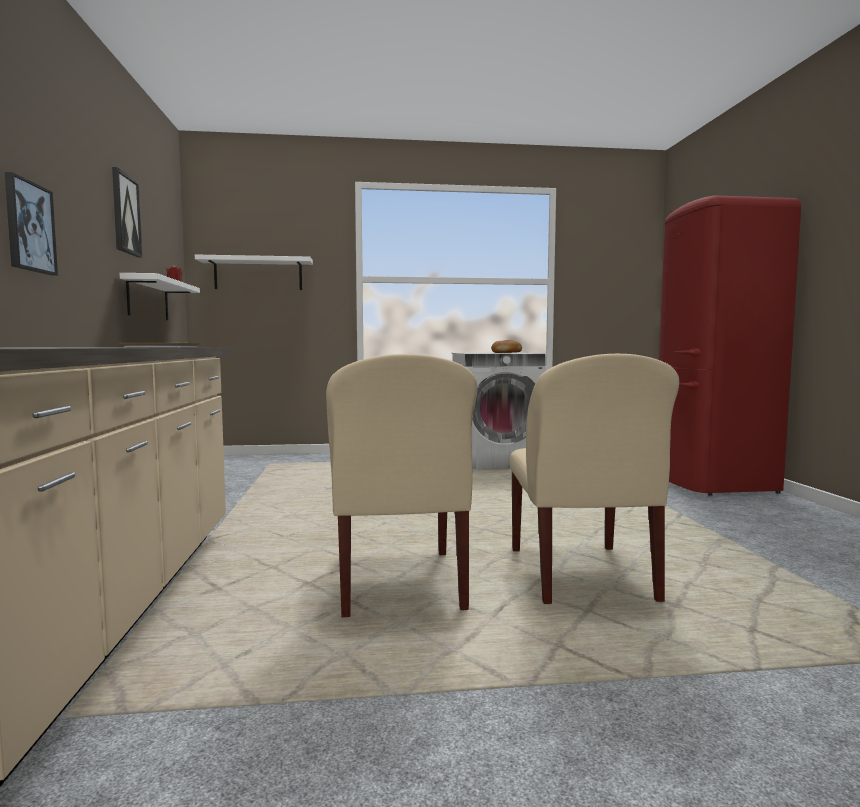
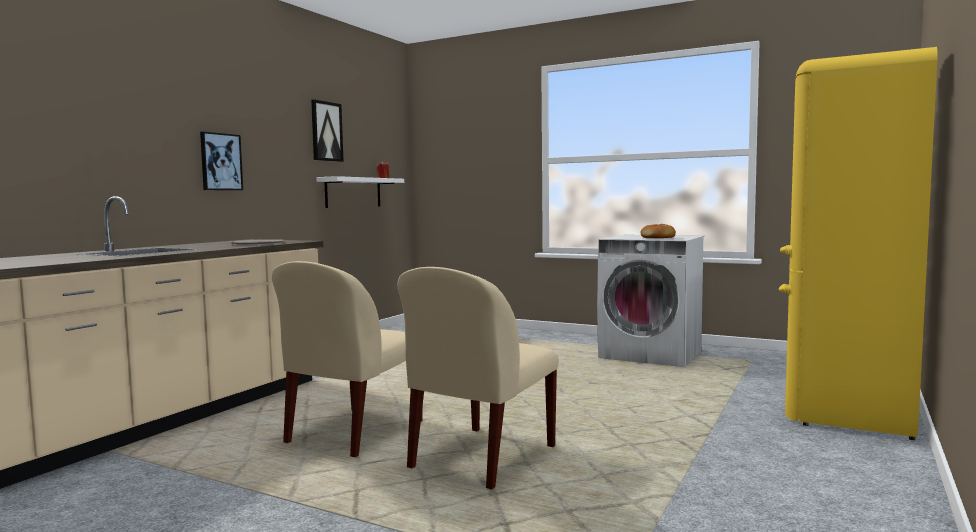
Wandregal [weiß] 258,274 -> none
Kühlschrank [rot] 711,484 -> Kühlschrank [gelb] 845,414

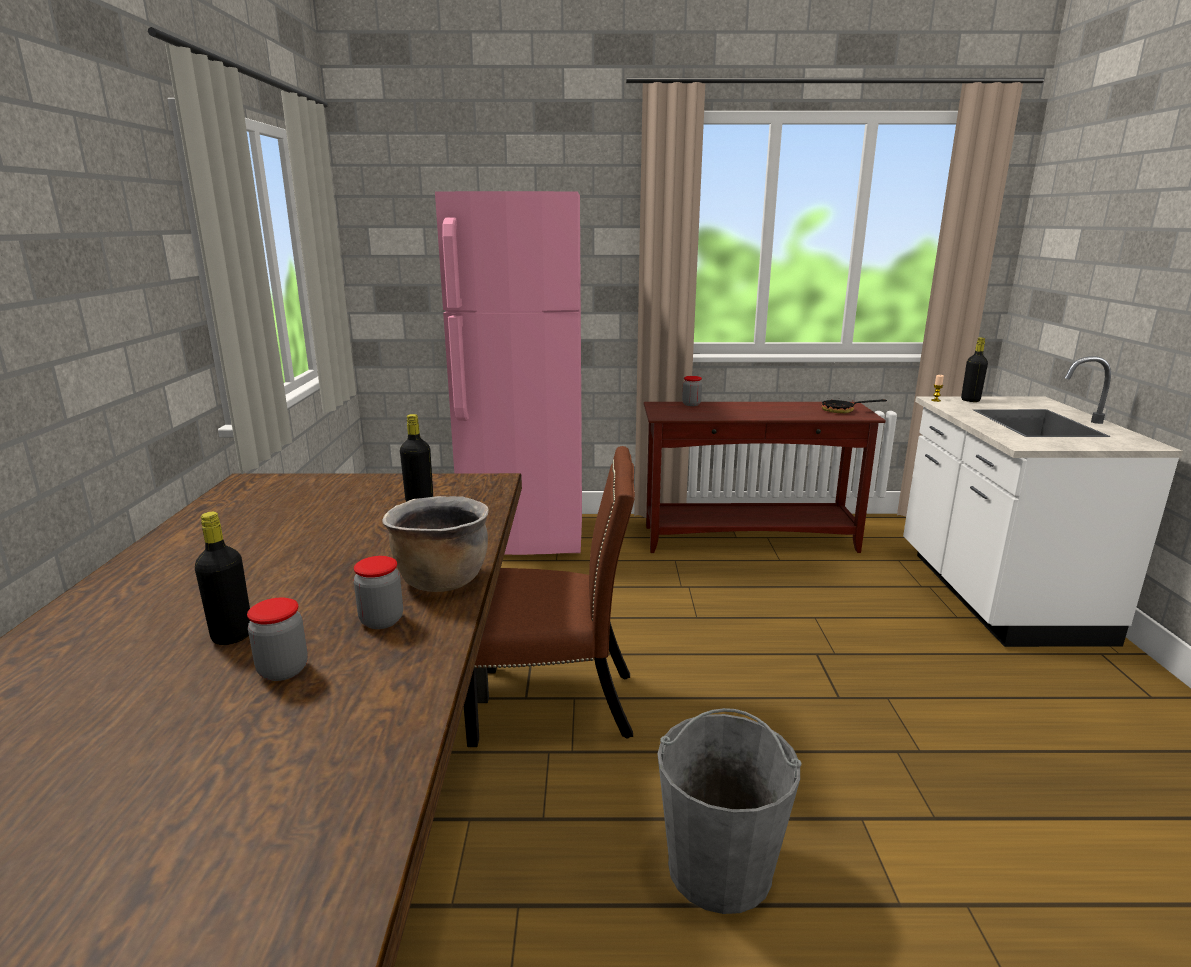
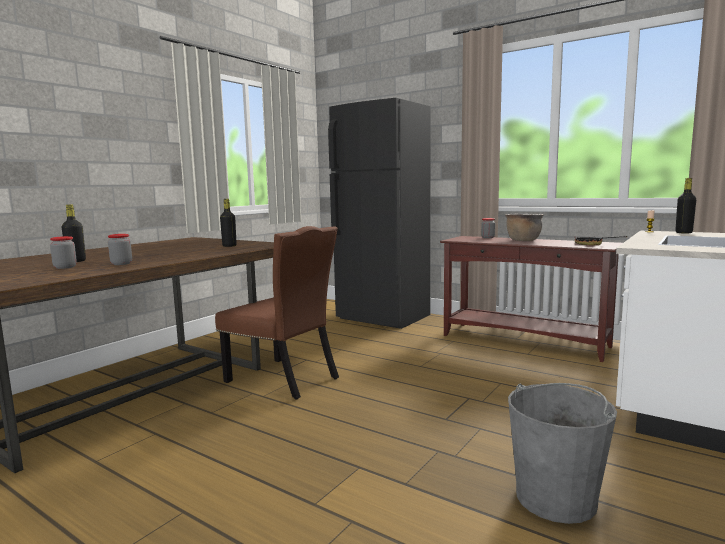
Kochtopf [braun] 441,580 -> Kochtopf [braun] 523,240, shifted
Kühlschrank [rosa] 524,536 -> Kühlschrank [schwarz] 383,317
Eimer [grau] 720,867 -> Eimer [grau] 556,497, shifted

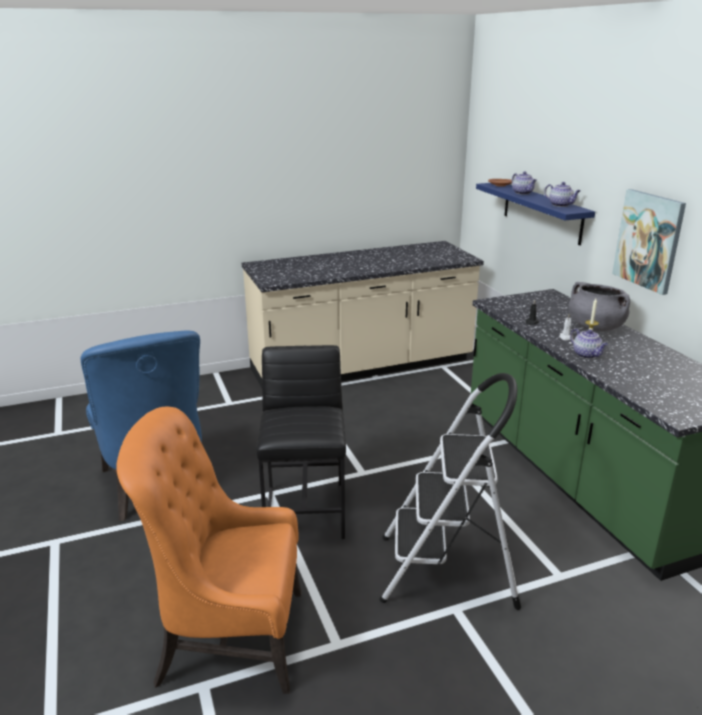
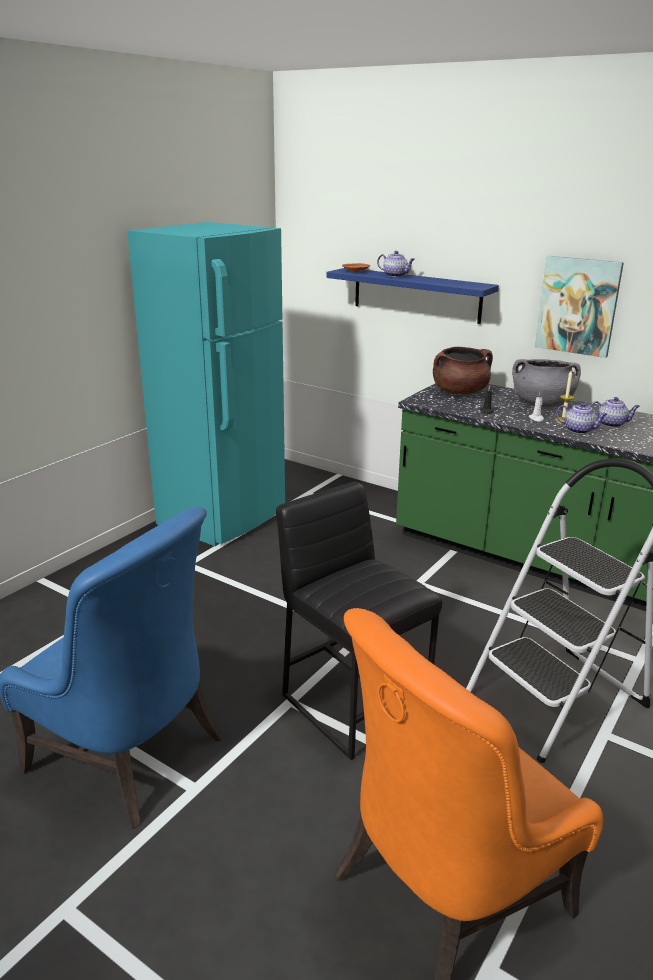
Küchenzeile [beige] 362,366 -> Kühlschrank [türkis] 222,517
Teekanne 561,205 -> Teekanne 611,424, shifted
none -> Kochtopf [braun] 460,392

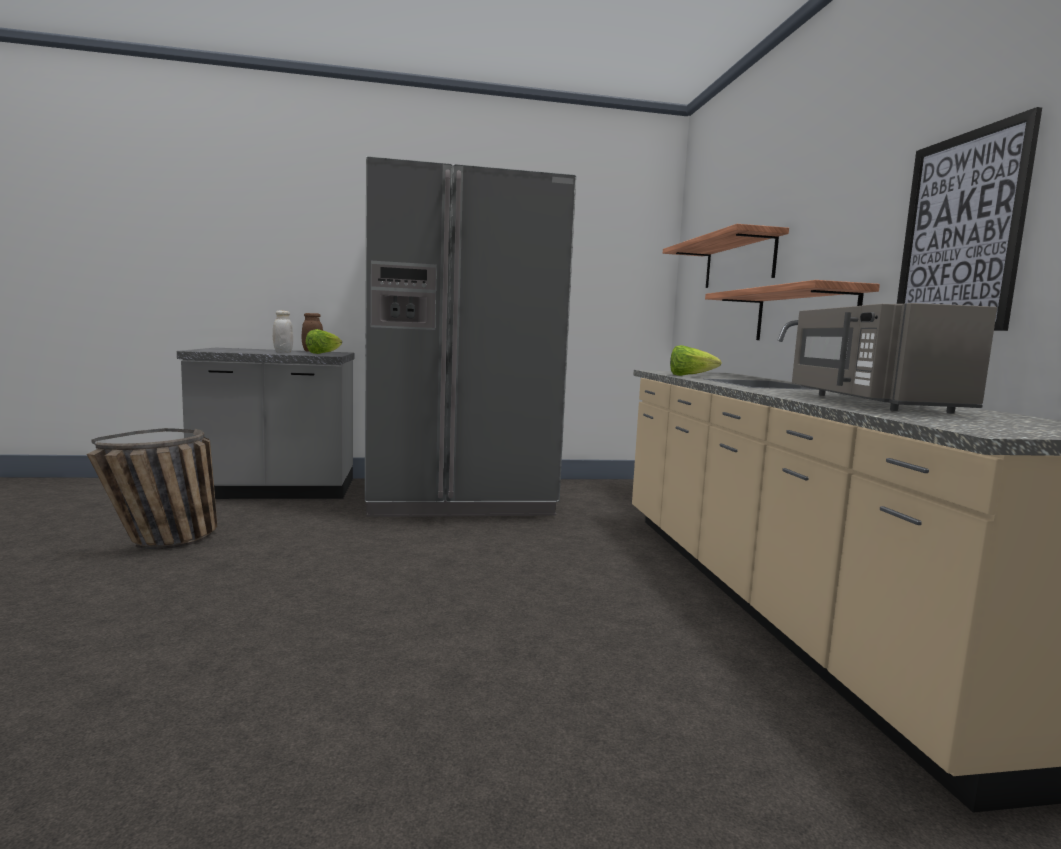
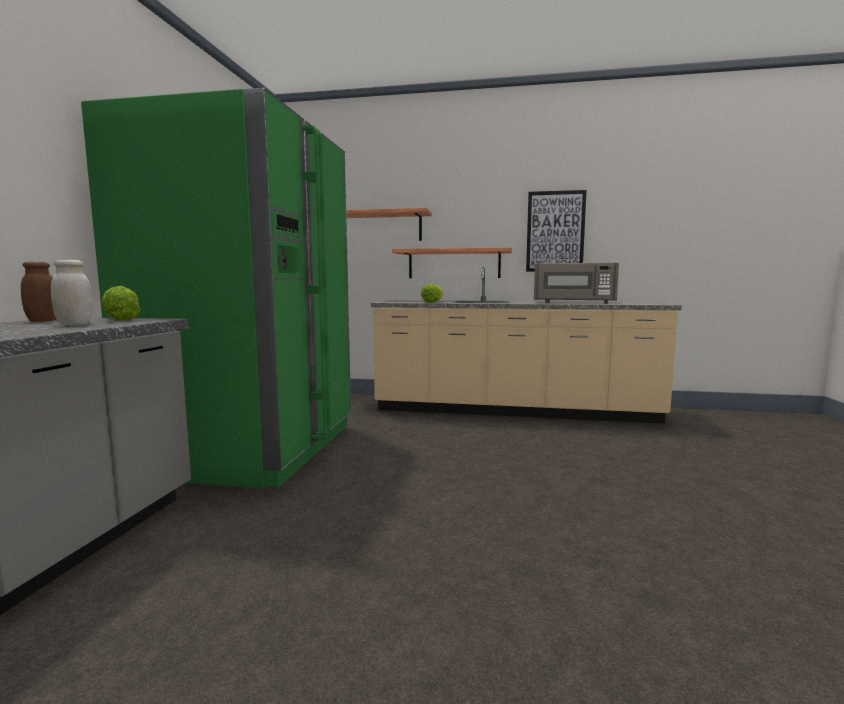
Korb 164,543 -> none
Kühlschrank [grau] 459,498 -> Kühlschrank [grün] 251,449

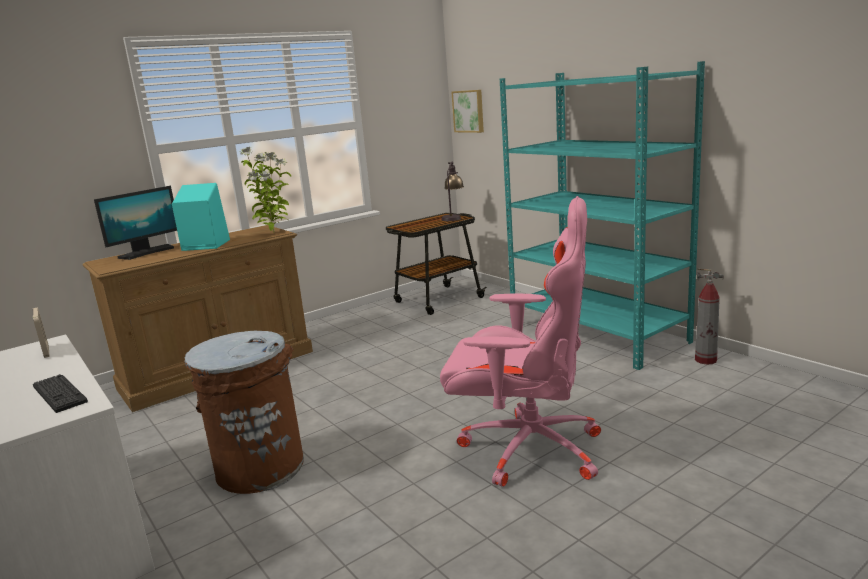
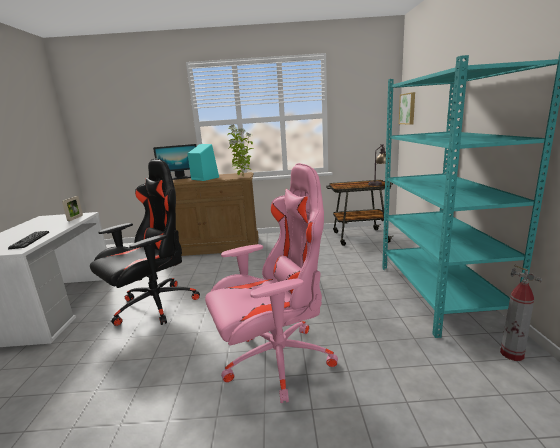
Mülleimer [braun] 260,467 -> Bürostuhl [schwarz] 151,308
Bürostuhl [rosa] 521,449 -> Bürostuhl [rosa] 271,363, 75 degrees counterclockwise

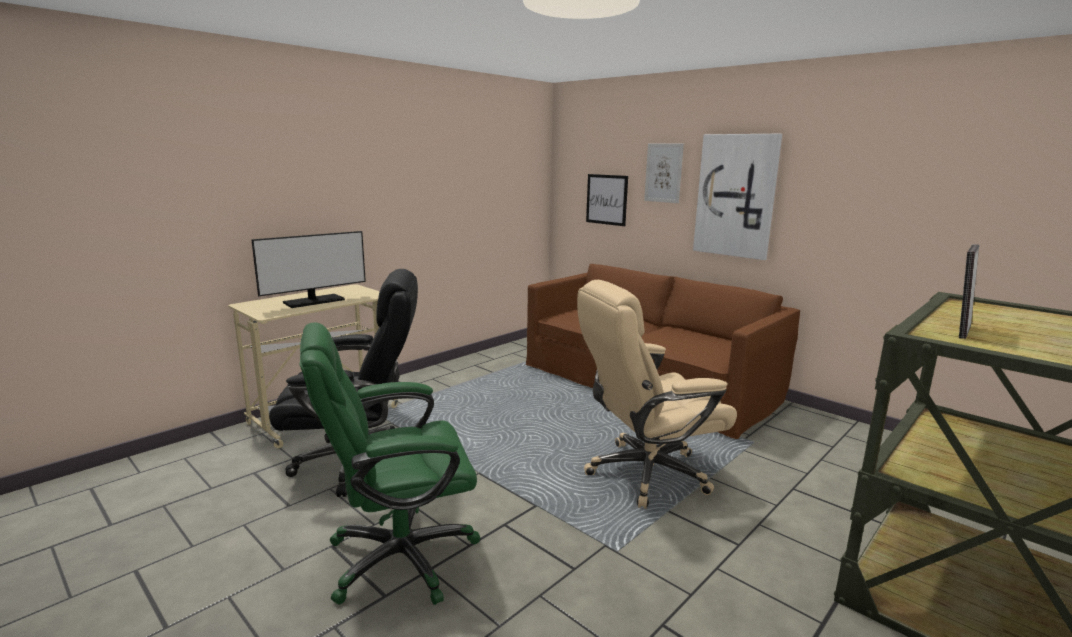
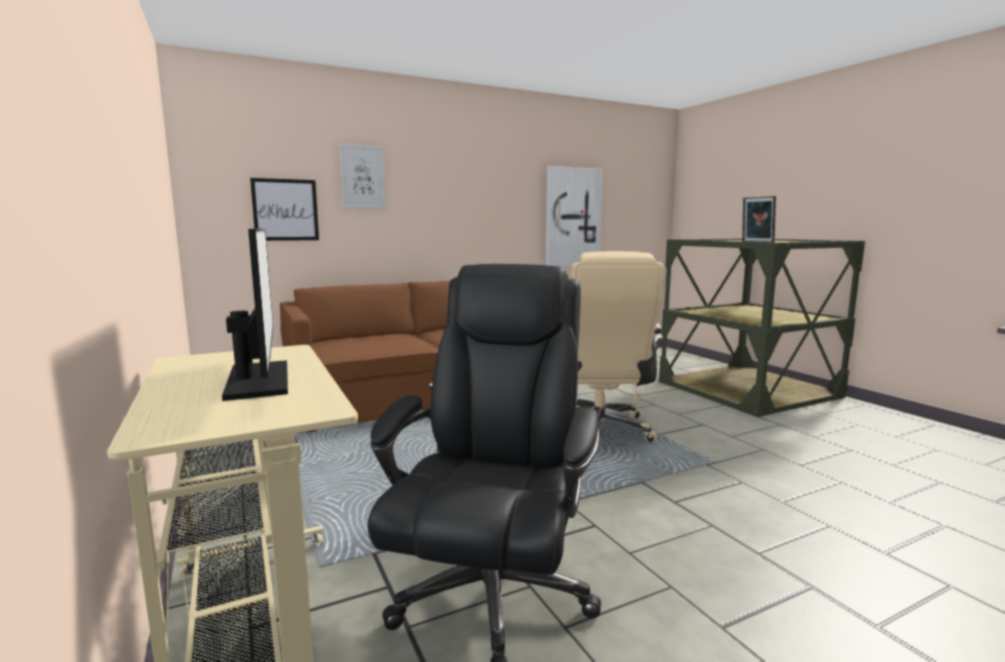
Bürostuhl [grün] 401,557 -> none
Bild 736,196 -> Bild 572,217, shifted

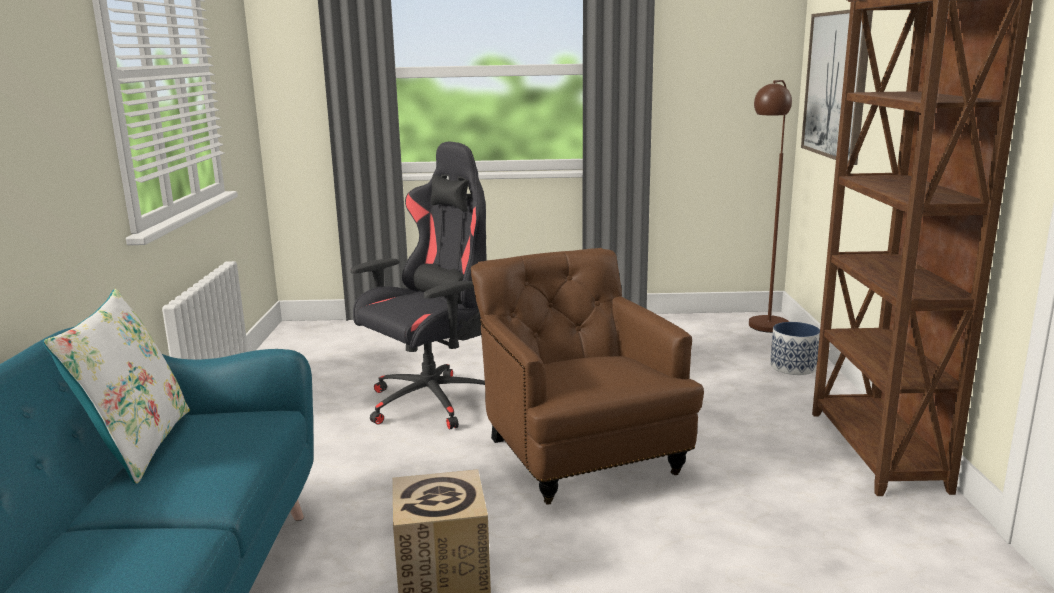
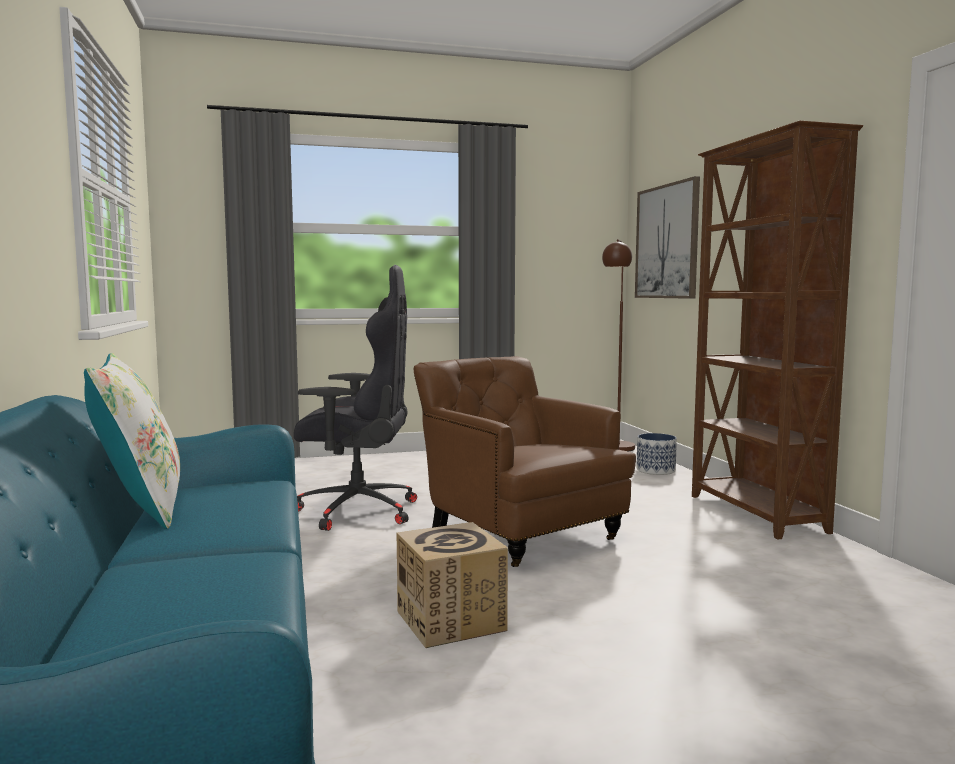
Bürostuhl [schwarz] 429,403 -> Bürostuhl [schwarz] 356,511, 60 degrees clockwise

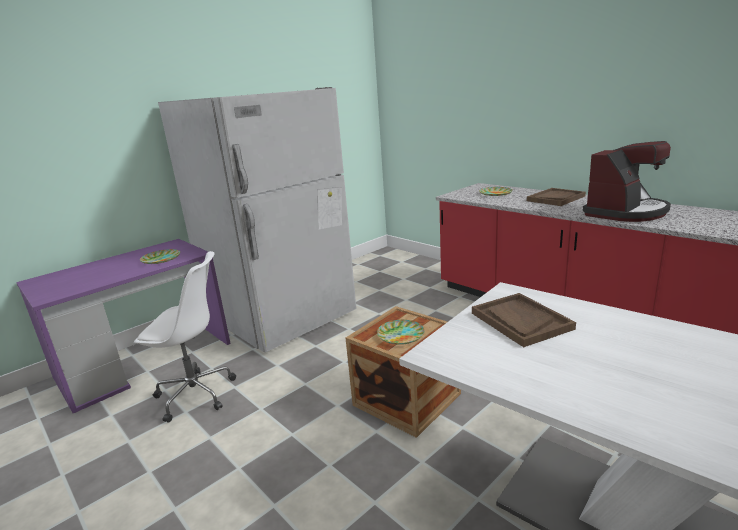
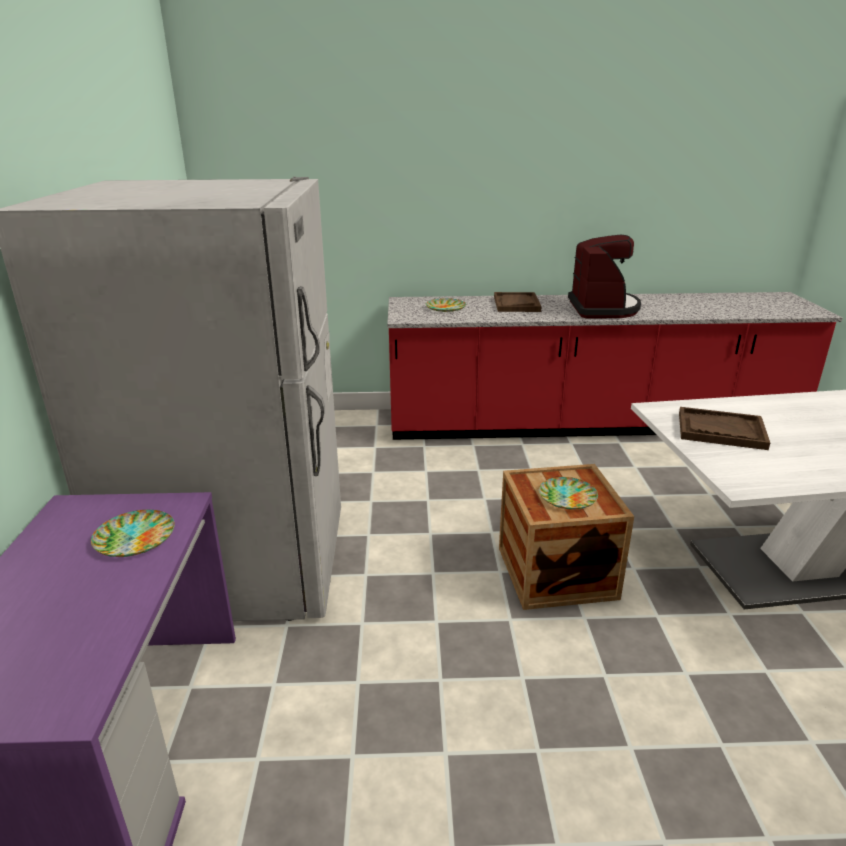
Bürostuhl [weiß] 197,394 -> none

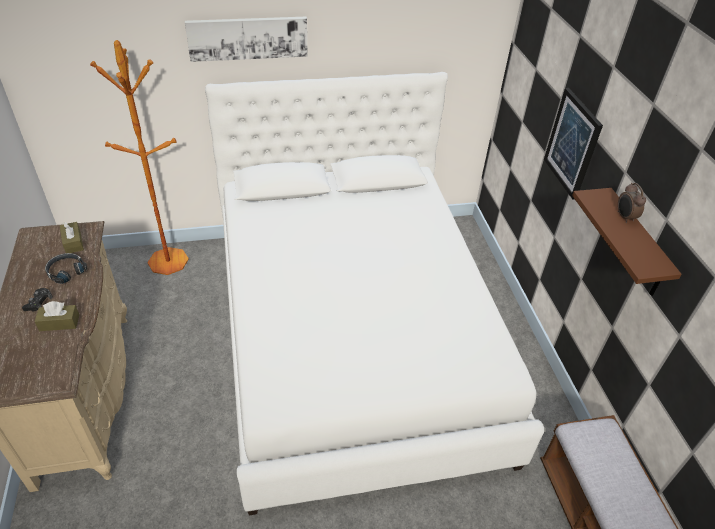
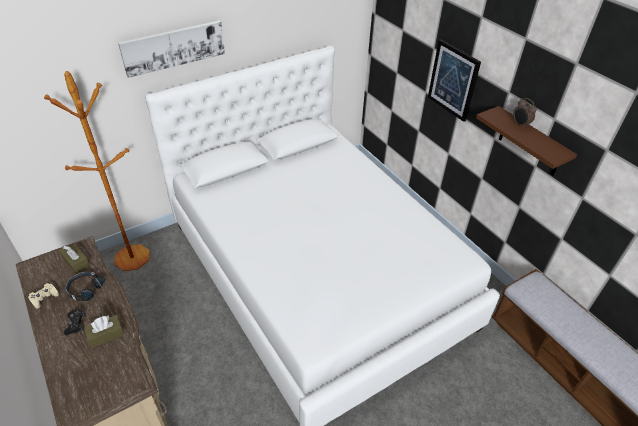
none -> Gamepad [beige] 44,297

